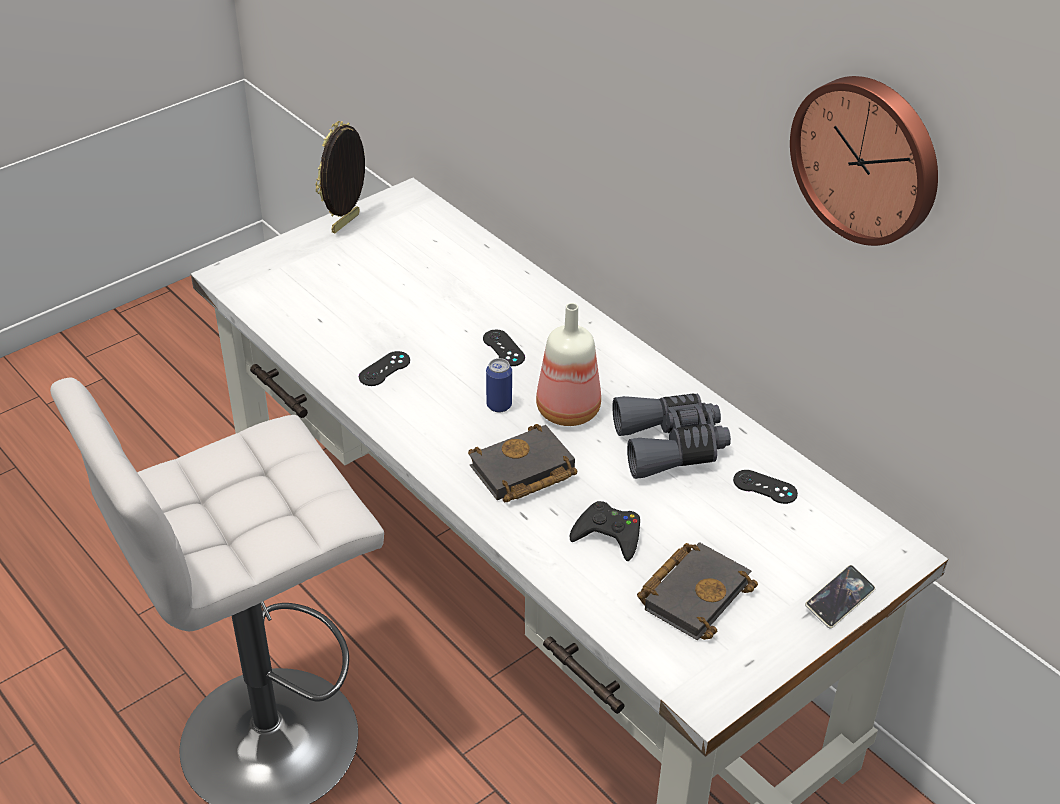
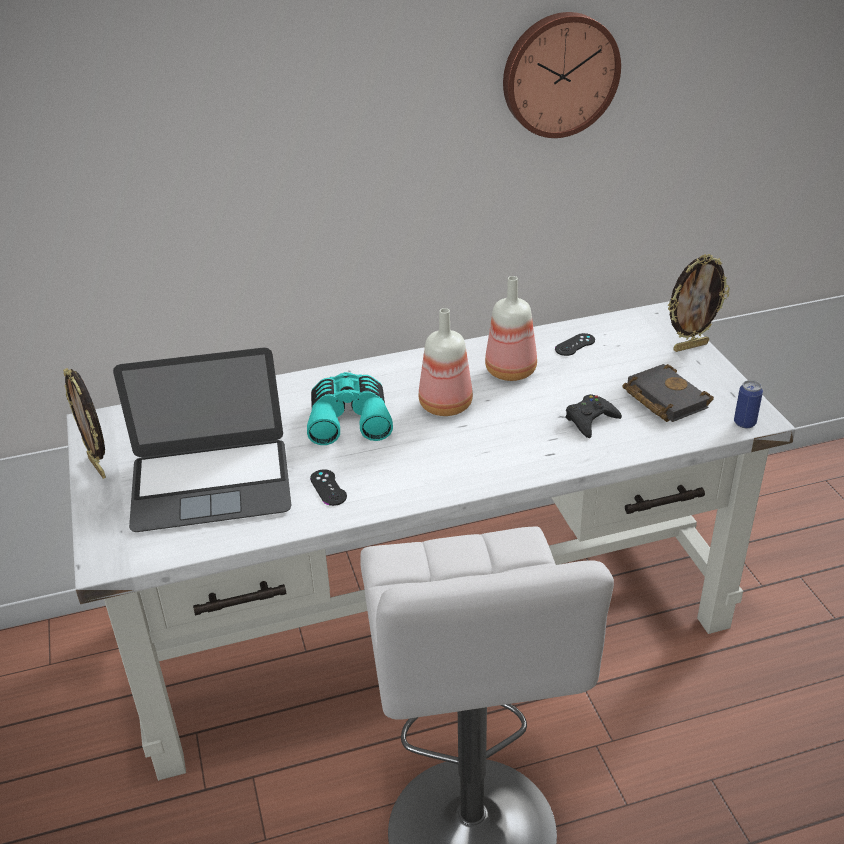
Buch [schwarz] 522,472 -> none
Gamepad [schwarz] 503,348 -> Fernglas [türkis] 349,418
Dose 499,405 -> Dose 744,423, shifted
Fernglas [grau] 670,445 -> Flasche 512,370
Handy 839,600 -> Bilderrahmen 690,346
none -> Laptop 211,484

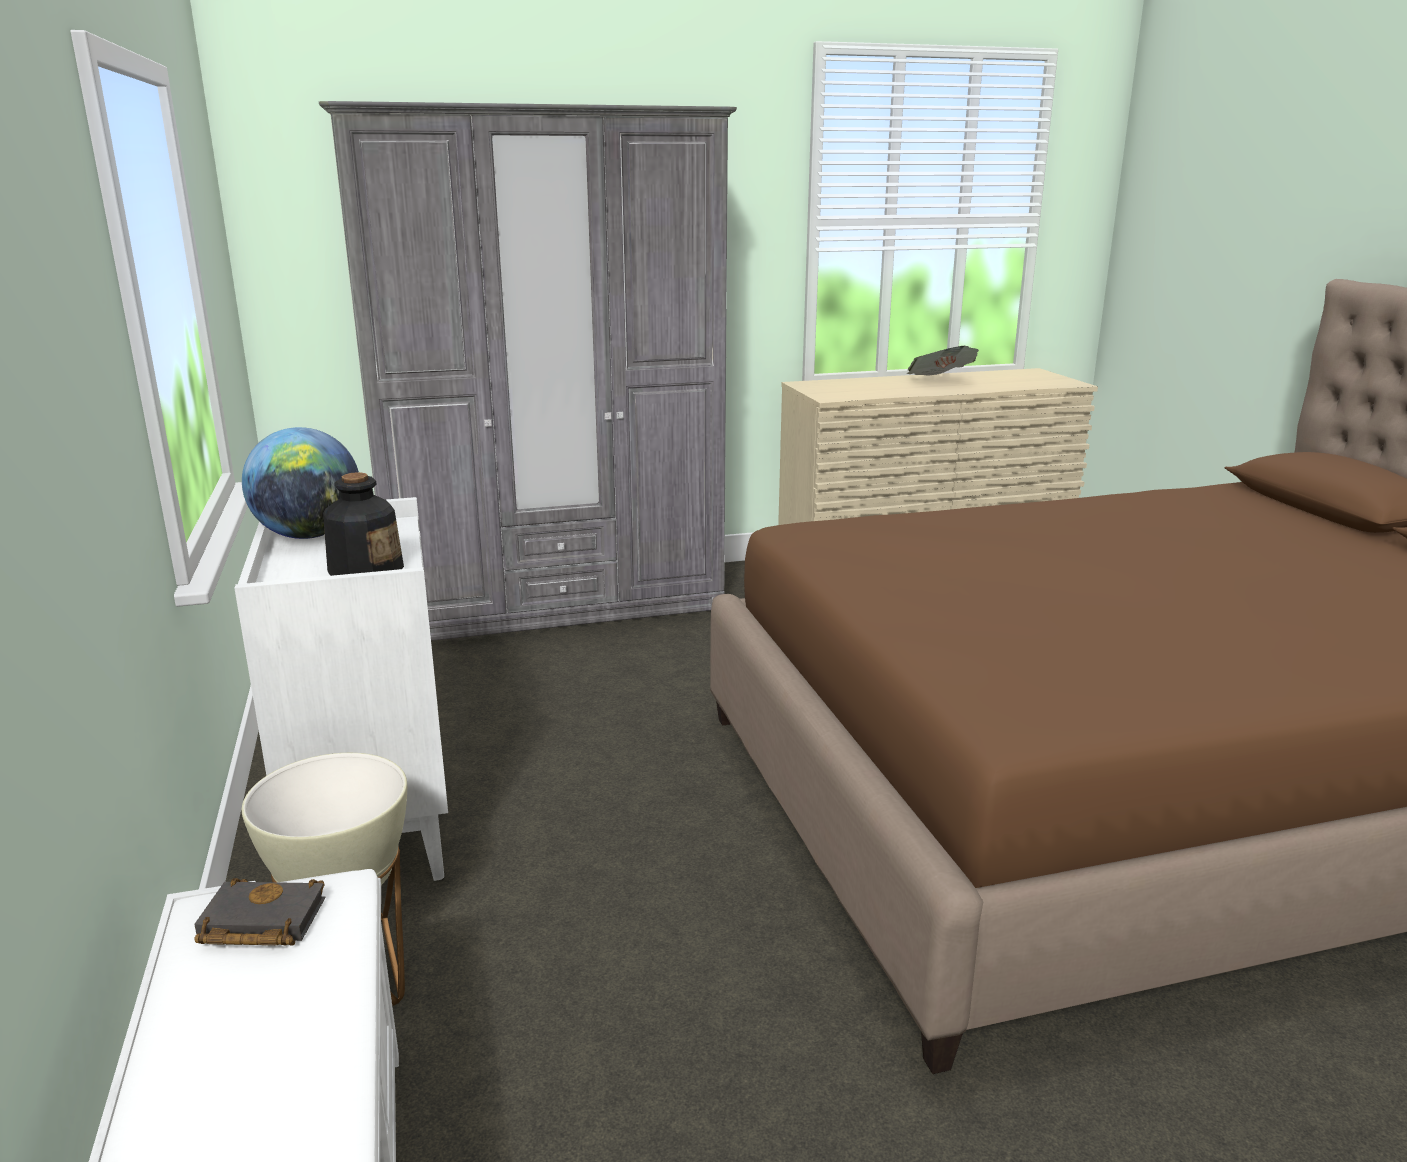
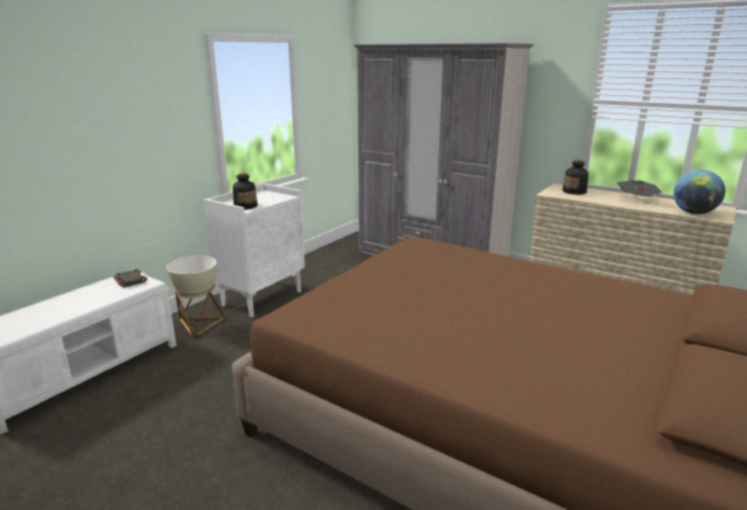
Globus 309,535 -> Globus 693,213, shifted
none -> Flasche 574,191

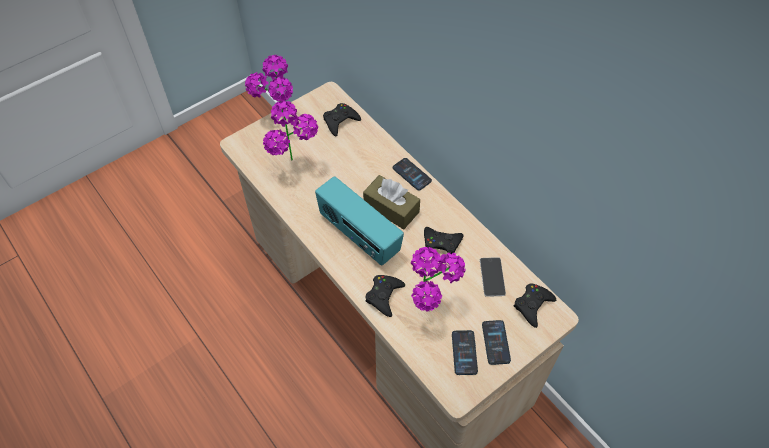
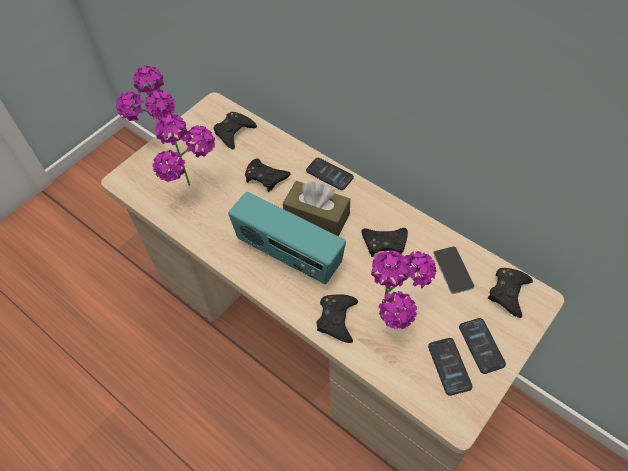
none -> Gamepad [schwarz] 265,177

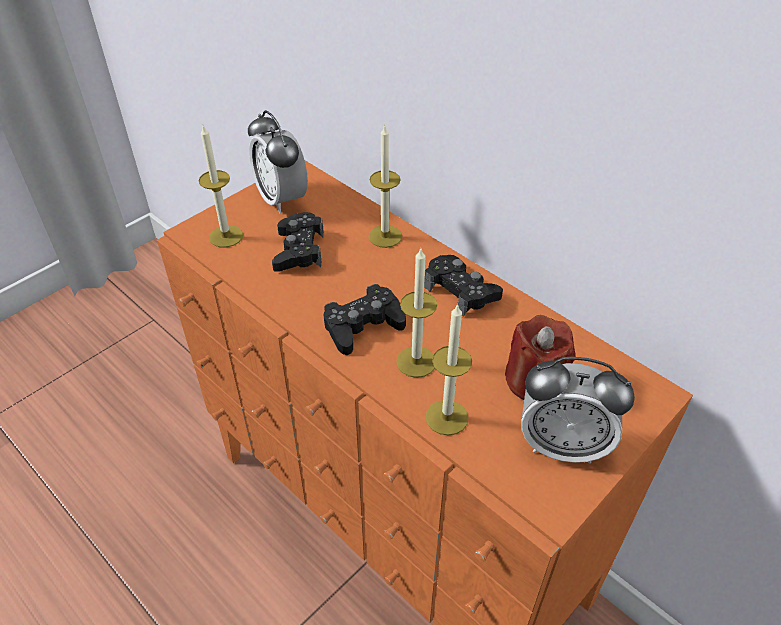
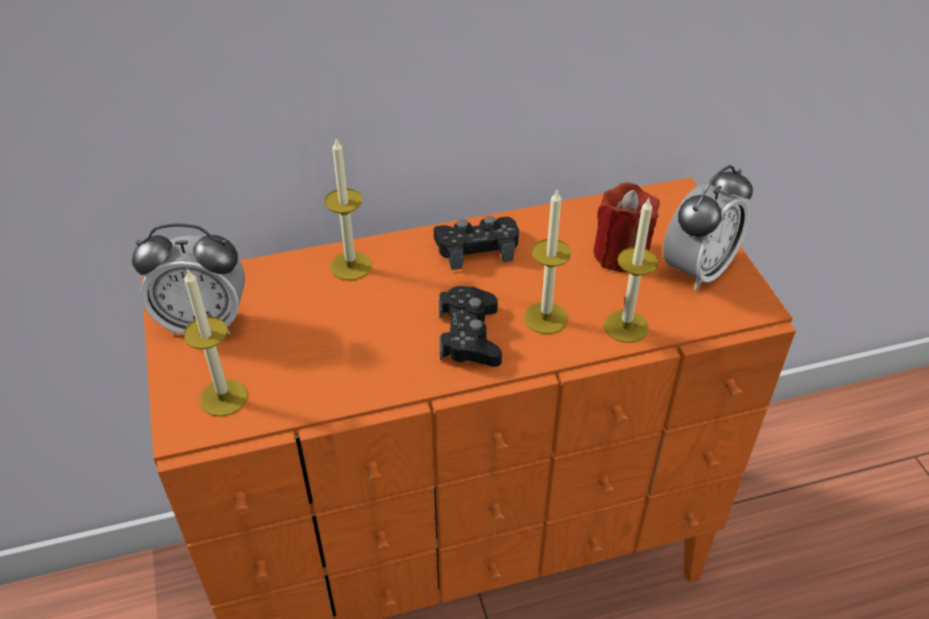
Gamepad [schwarz] 299,250 -> none

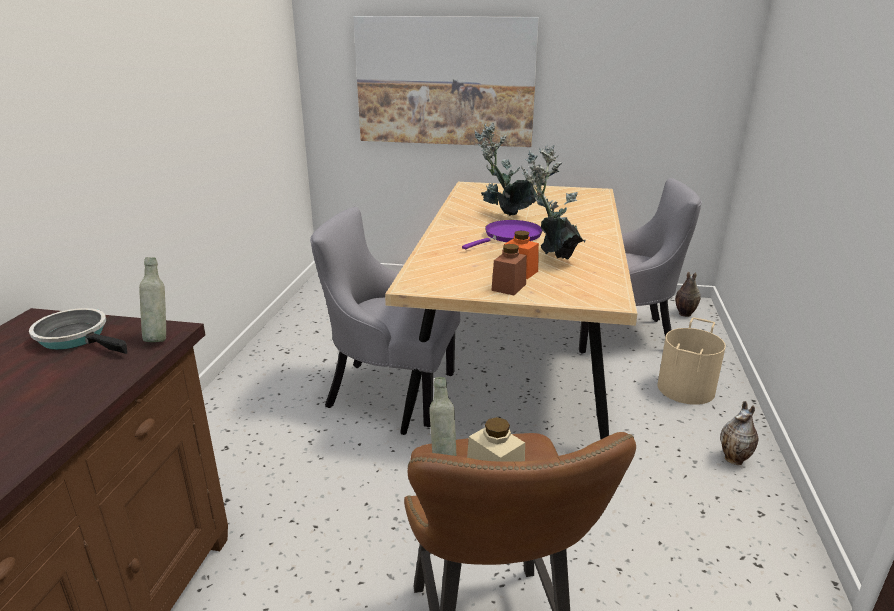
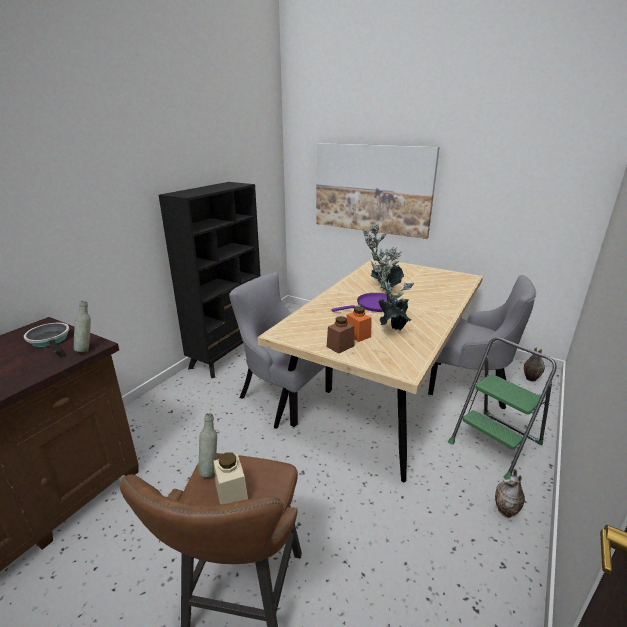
Eimer [beige] 686,389 -> Trittleiter [grün] 497,441
none -> Bücherregal [schwarz] 228,354

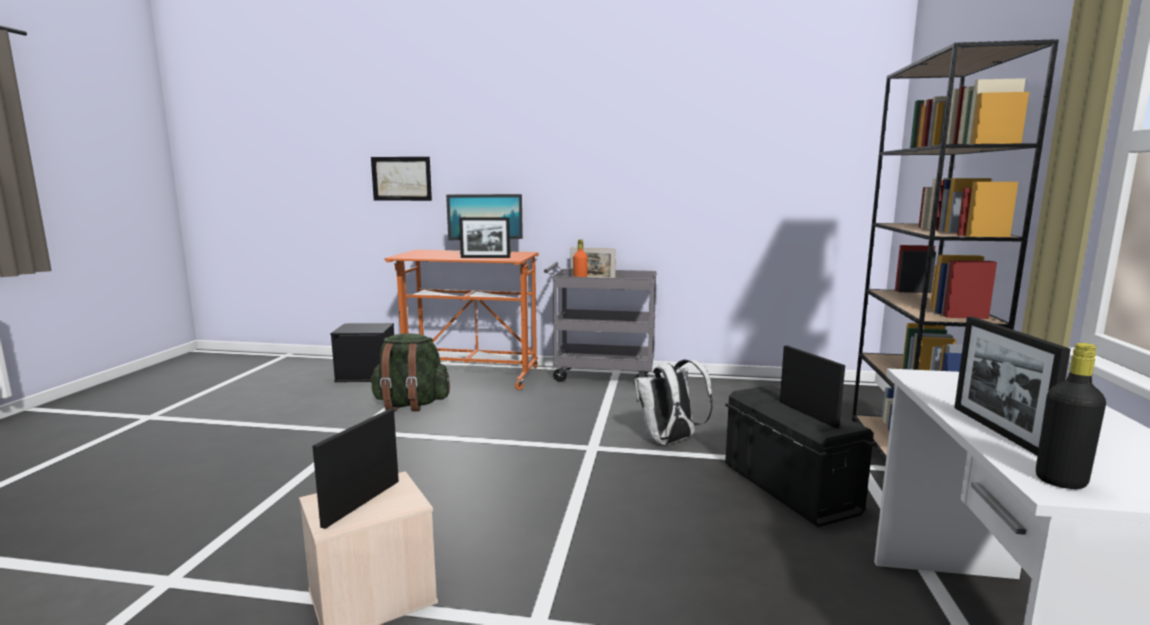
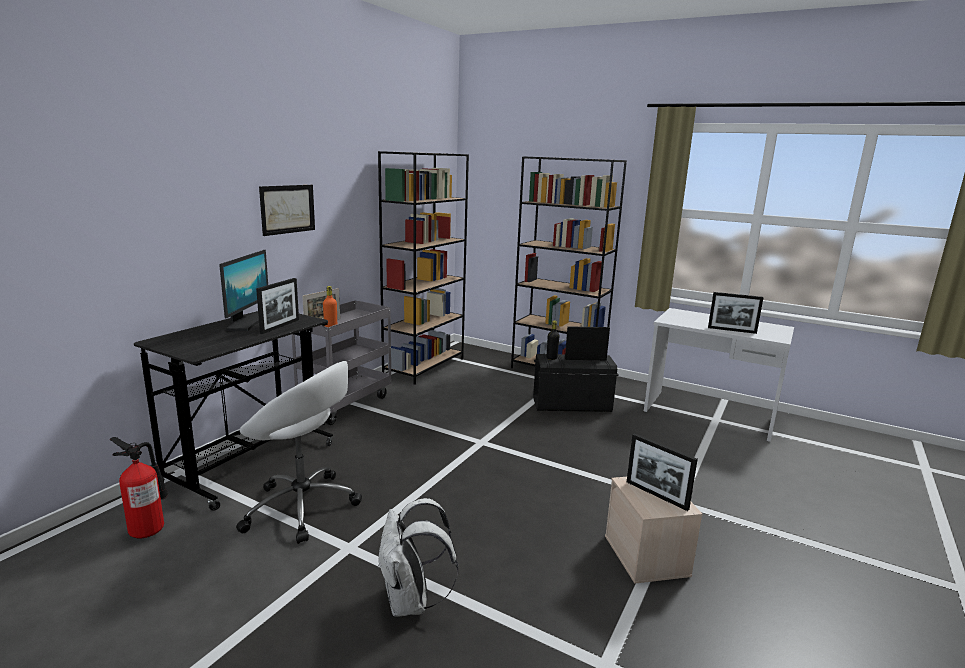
Aufbewahrungsbox [schwarz] 367,375 -> Feuerlöscher 149,529
Rucksack [grün] 411,404 -> Bürostuhl [weiß] 303,507
Bild 401,178 -> Bild 287,209, shifted
Schreibtisch [orange] 469,375 -> Schreibtisch [schwarz] 250,462
Rucksack [weiß] 669,441 -> Rucksack [weiß] 411,602, shifted
Flasche [schwarz] 1060,481 -> Flasche [schwarz] 551,358, shifted
none -> Bücherregal [beige] 424,366

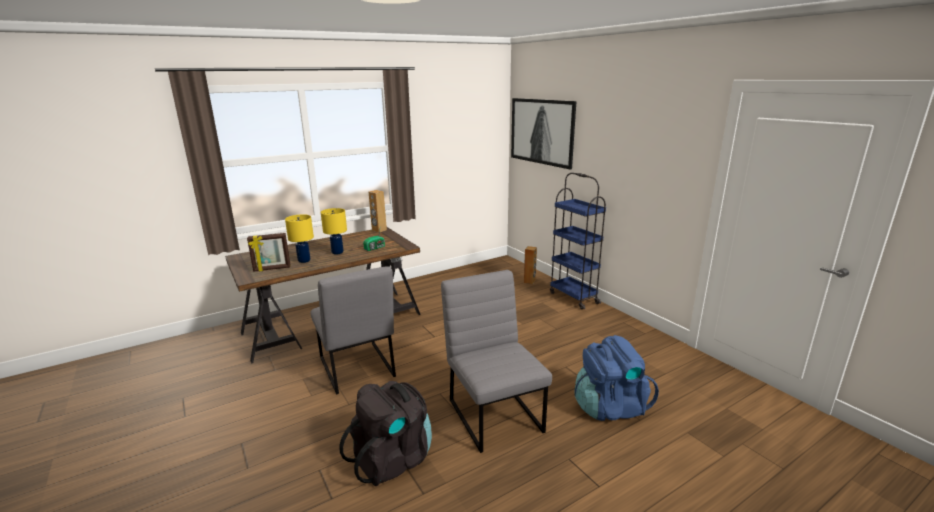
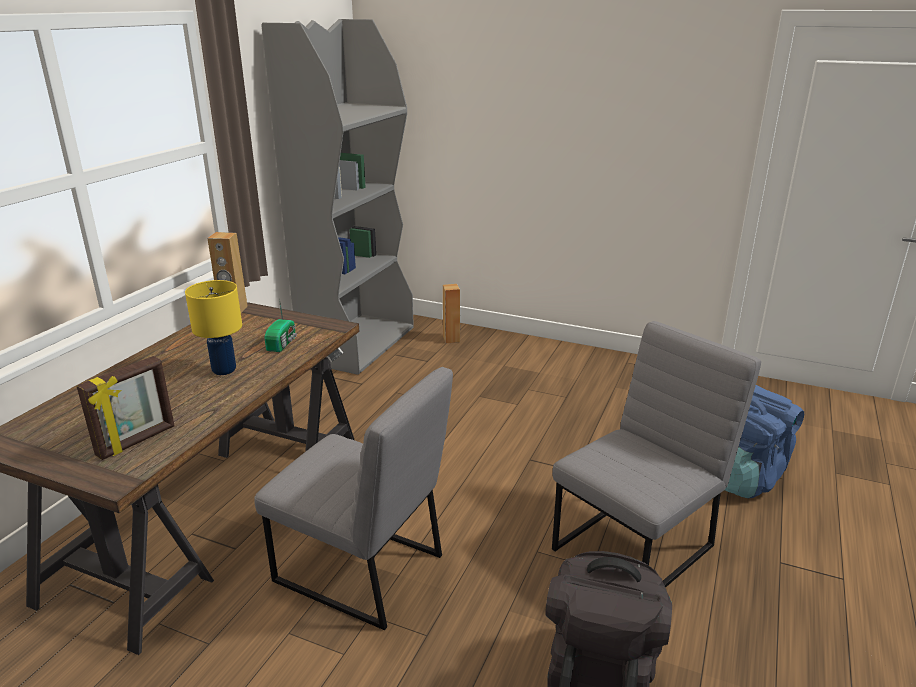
Tischlampe [gelb] 304,261 -> none
Stuhl [grau] 494,413 -> Stuhl [grau] 637,545, 105 degrees clockwise
Bild 542,131 -> none
Rollwagen [blau] 573,298 -> none
none -> Bücherregal [grau] 358,343

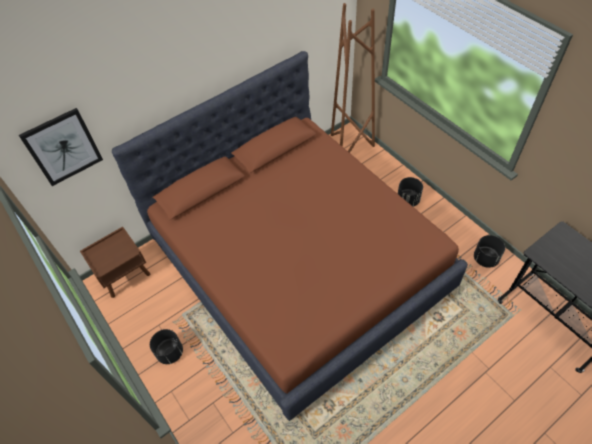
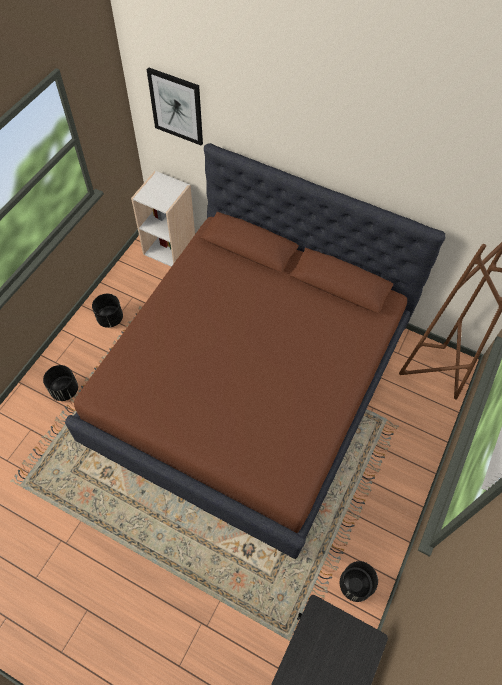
Nachttisch [braun] 125,275 -> Bücherregal 170,248
Pflanzkübel [schwarz] 408,200 -> Pflanzkübel [schwarz] 65,390, shifted

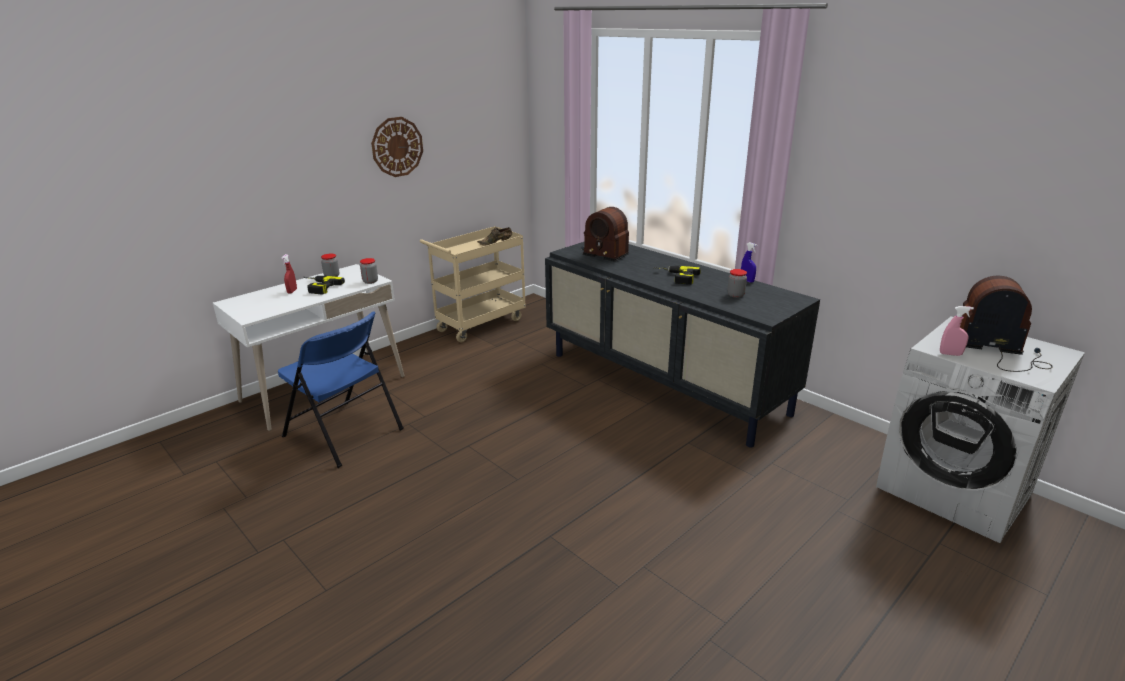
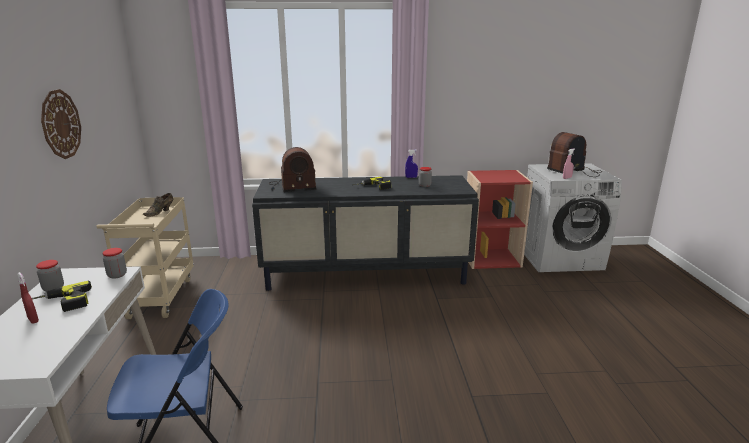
none -> Bücherregal [rot] 491,258

